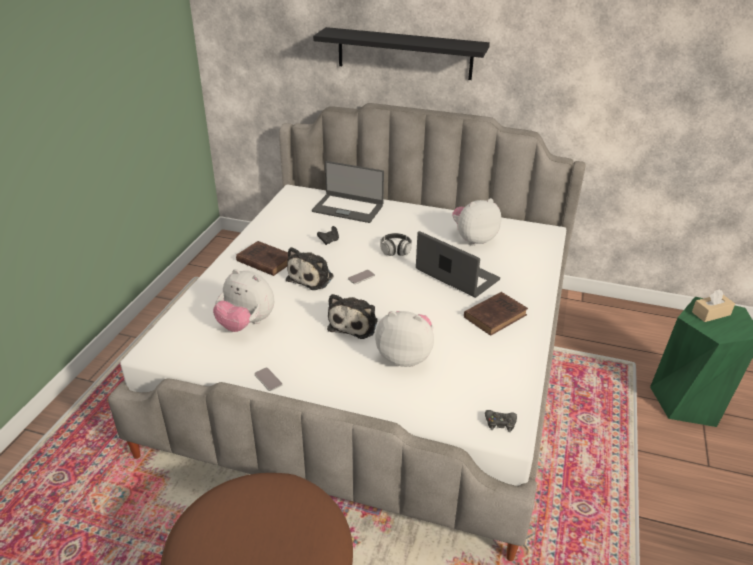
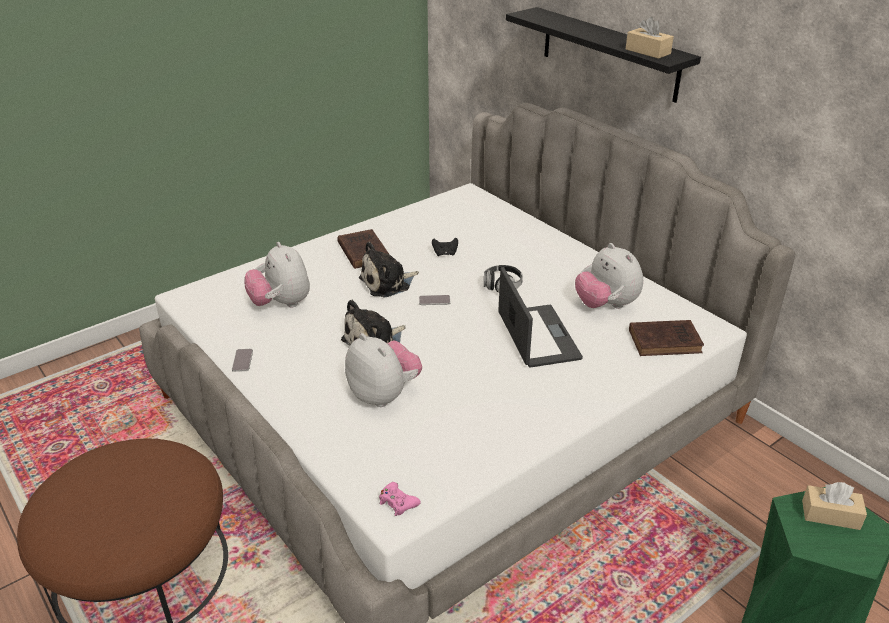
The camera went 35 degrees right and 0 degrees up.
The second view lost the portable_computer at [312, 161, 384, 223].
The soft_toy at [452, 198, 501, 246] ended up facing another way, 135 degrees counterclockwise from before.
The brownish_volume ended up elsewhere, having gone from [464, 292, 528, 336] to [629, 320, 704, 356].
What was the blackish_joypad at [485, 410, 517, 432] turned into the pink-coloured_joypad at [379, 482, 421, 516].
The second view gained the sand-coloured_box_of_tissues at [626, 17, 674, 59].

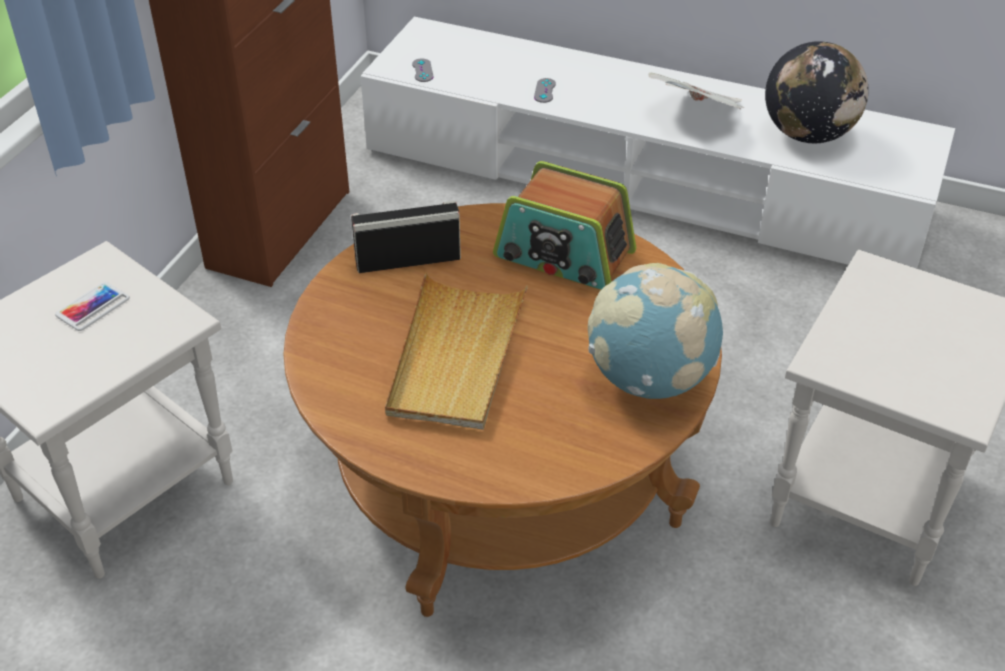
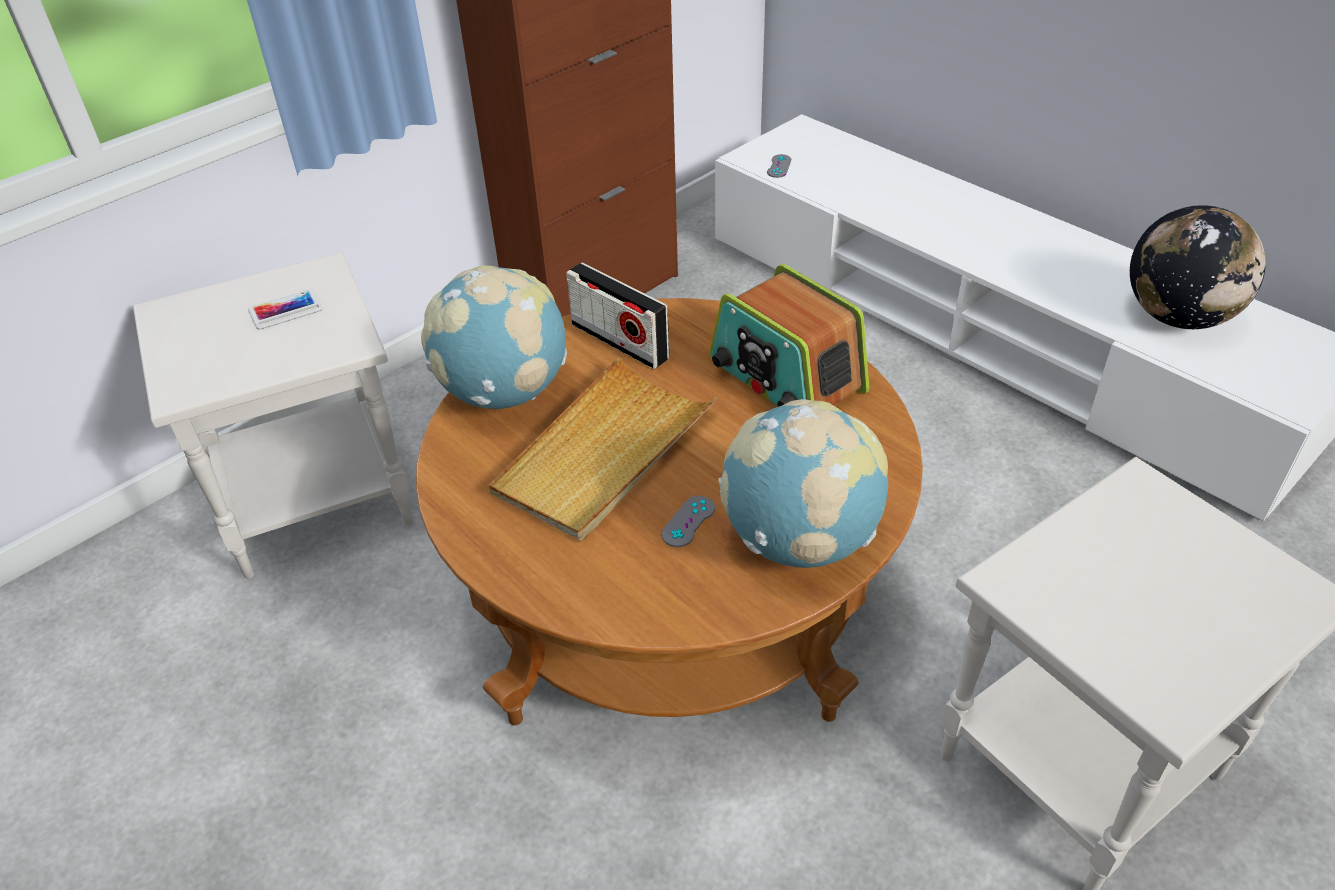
The camera went 25 degrees right and 0 degrees up.
The second view lost the daily_paper at [648, 73, 744, 109].
The greyish_joypad ended up elsewhere, having gone from [534, 78, 556, 103] to [661, 496, 715, 547].
The radio at [351, 201, 461, 273] ended up facing another way, 150 degrees counterclockwise from before.
The second view gained the globe at [421, 265, 567, 409].

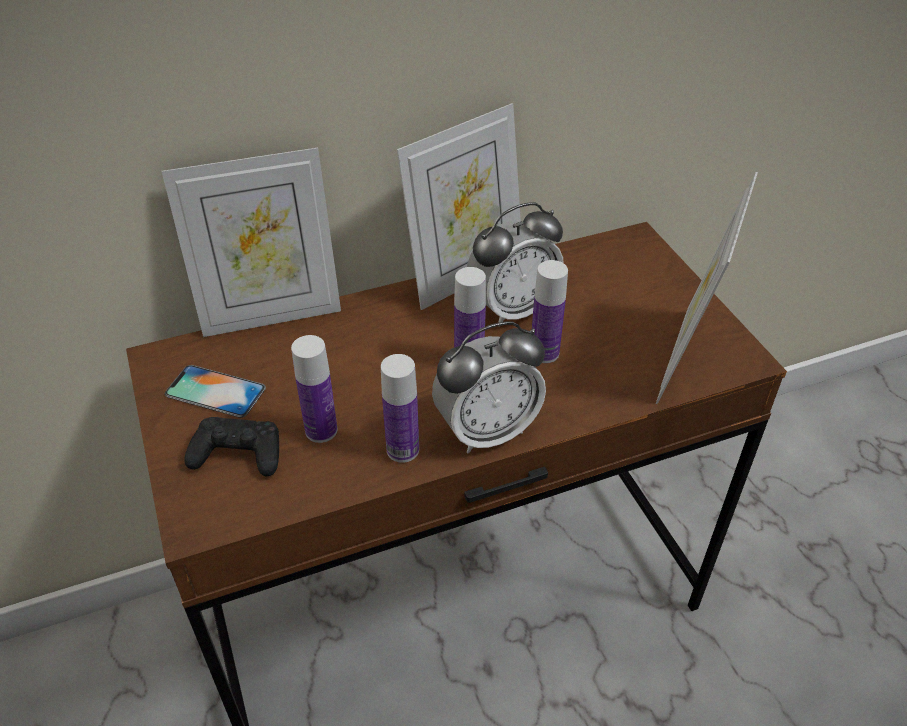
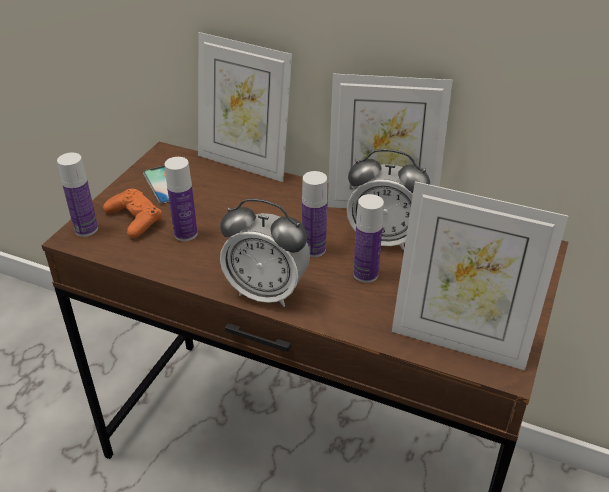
The camera went 45 degrees right and 5 degrees down.
The standing_frame at [656, 172, 758, 404] ended up facing another way, 135 degrees counterclockwise from before.
The drink_bottle ended up elsewhere, having gone from [381, 354, 419, 463] to [57, 153, 98, 237].
What was the blackish_joypad at [184, 417, 279, 476] turned into the orange-coloured_joypad at [103, 189, 162, 238].

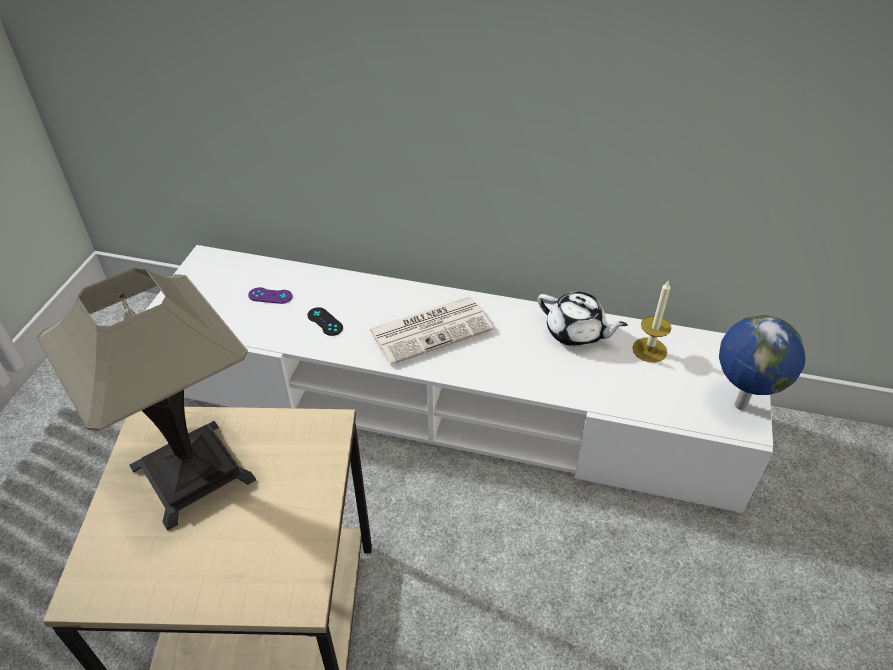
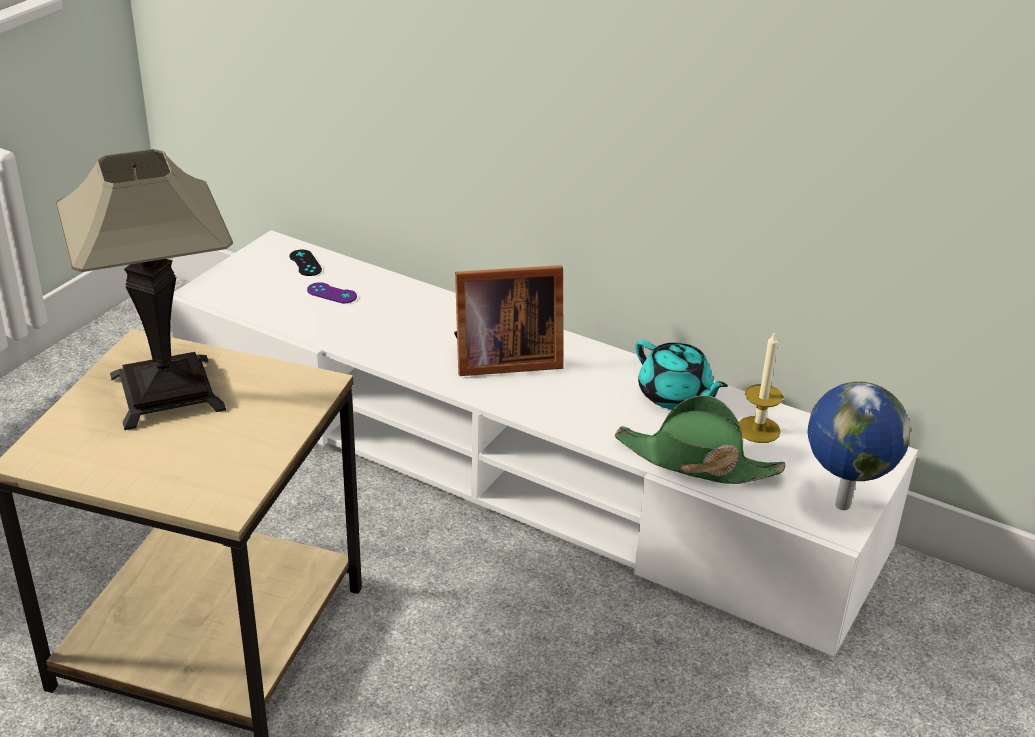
The camera went 15 degrees right and 10 degrees down.
What was the whitish_tea_pot at [538, 292, 628, 347] turned into the turquoise_tea_pot at [635, 340, 728, 410].
Where the daily_paper stood at [369, 297, 493, 365], the standing_frame came to stand at [454, 265, 564, 376].
The blackish_joypad ended up elsewhere, having gone from [307, 307, 343, 336] to [290, 250, 322, 276].
The second view gained the greenish_clothing_hat at [614, 395, 786, 484].

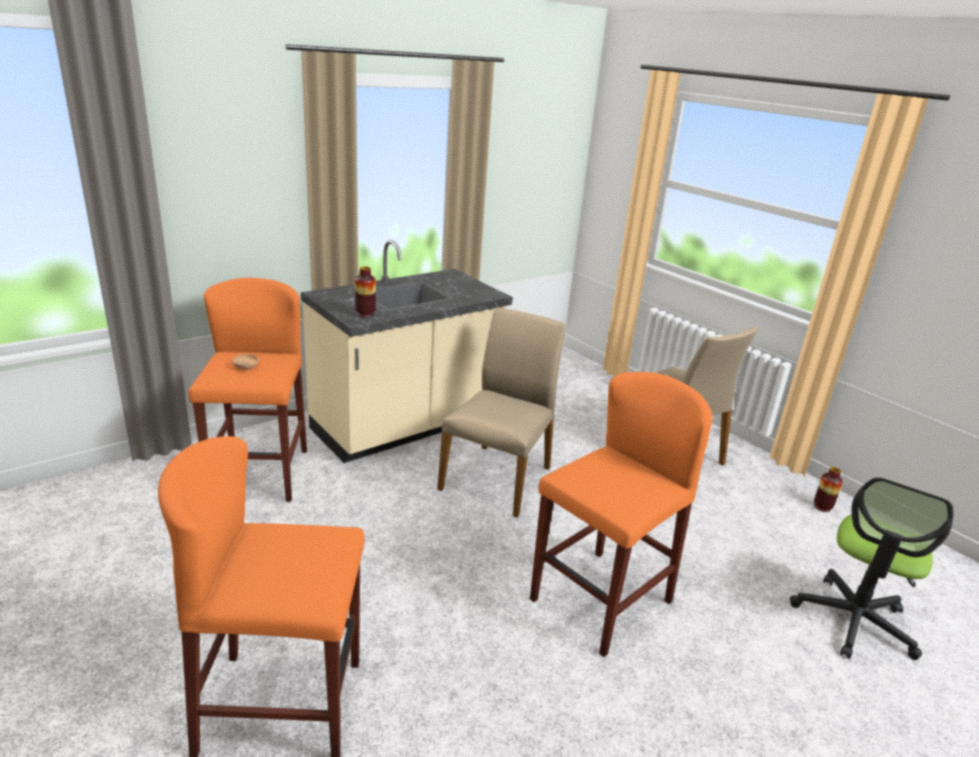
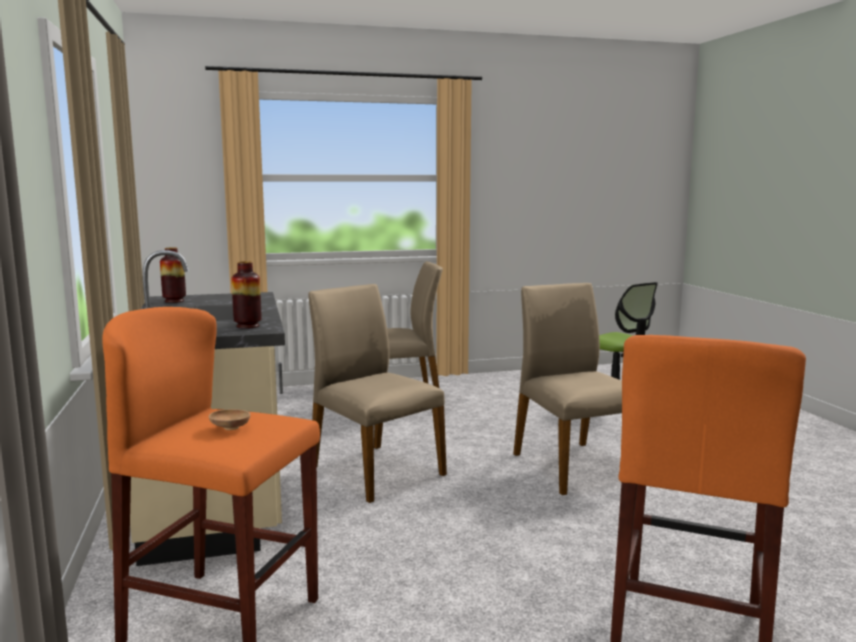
The camera went 65 degrees left and 15 degrees down.
Where the orange-coloured_stool stood at [530, 372, 713, 657], the sand-coloured_upright_chair came to stand at [513, 283, 622, 495].
The vase ended up elsewhere, having gone from [814, 467, 843, 512] to [160, 247, 186, 303].

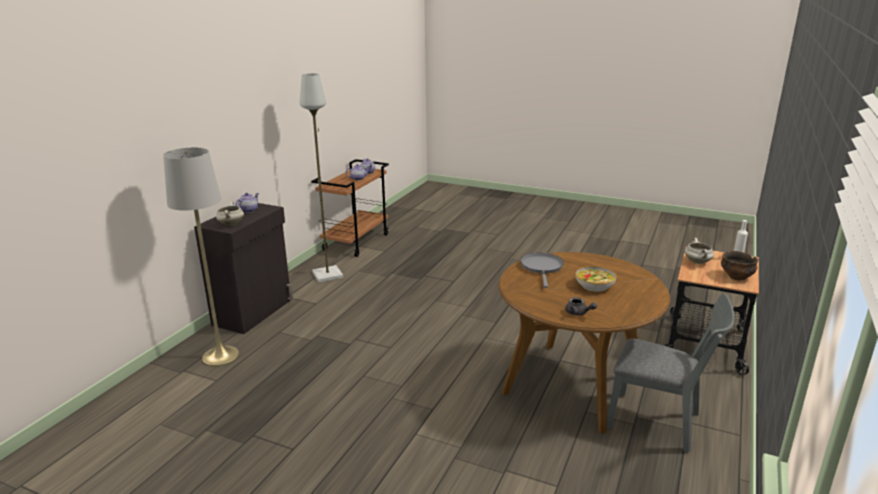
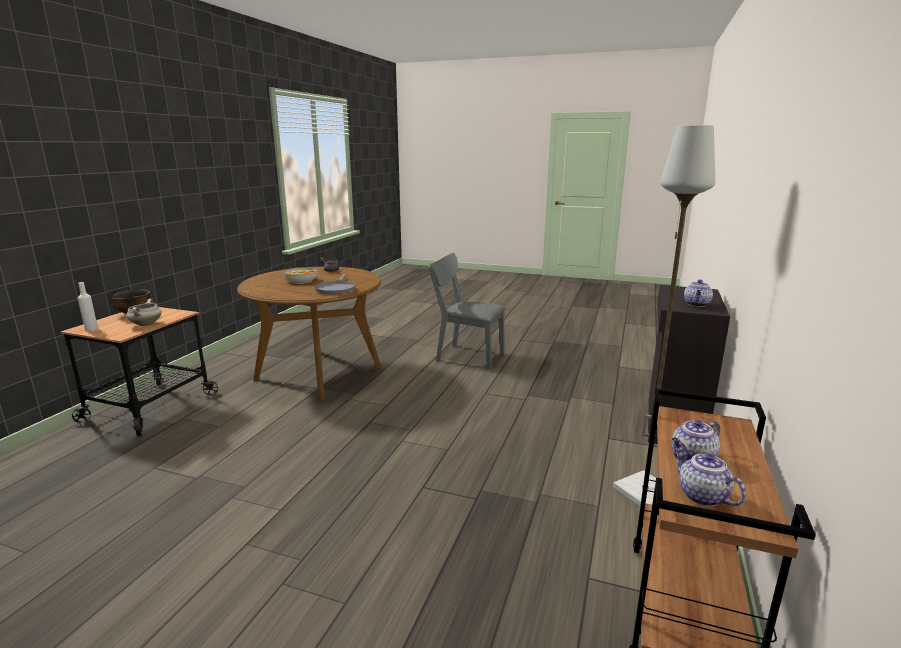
The camera went 175 degrees right and 5 degrees down.
The second view lost the greyish_standard_lamp at [163, 147, 240, 367].
The second view lost the whitish_stockpot at [216, 201, 244, 226].
The greyish_upright_chair ended up elsewhere, having gone from [607, 293, 735, 453] to [429, 253, 506, 369].

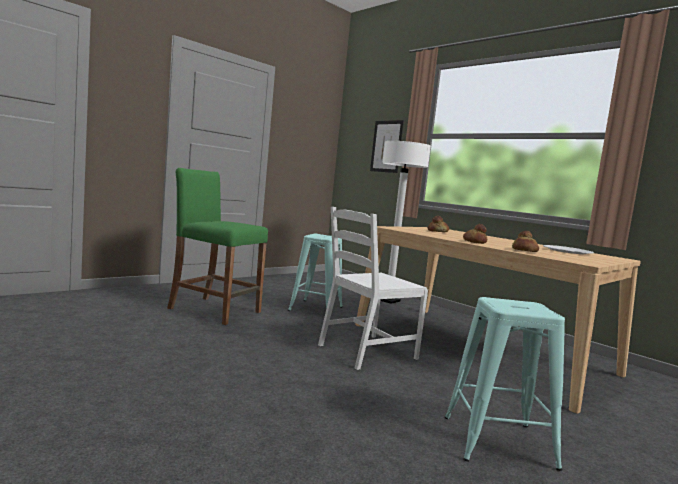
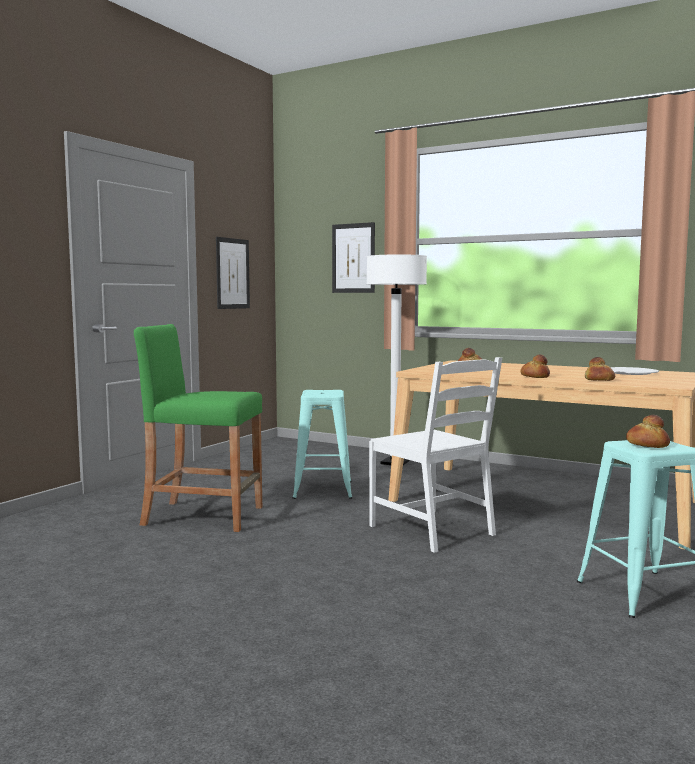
The camera went 15 degrees left and 0 degrees up.
The whitish_upright_chair at [318, 207, 428, 370] ended up facing another way, 75 degrees counterclockwise from before.
The second view gained the wall_art at [216, 237, 250, 309].
The second view gained the bakery_bread at [626, 415, 670, 448].

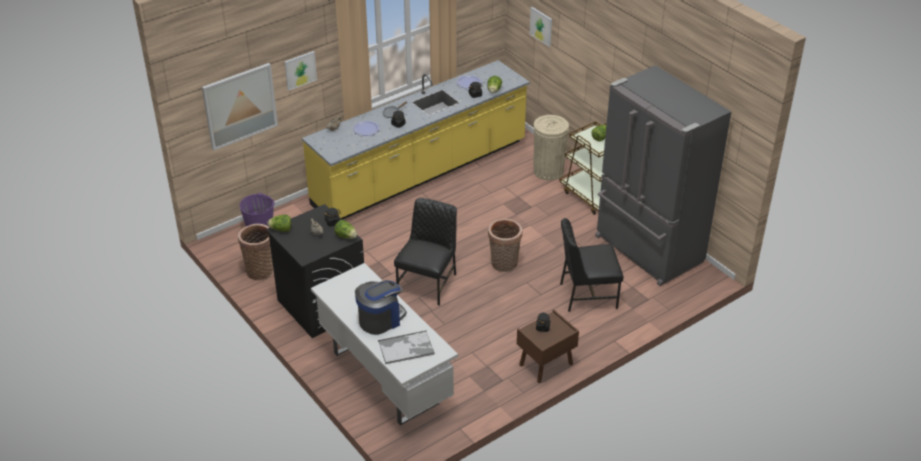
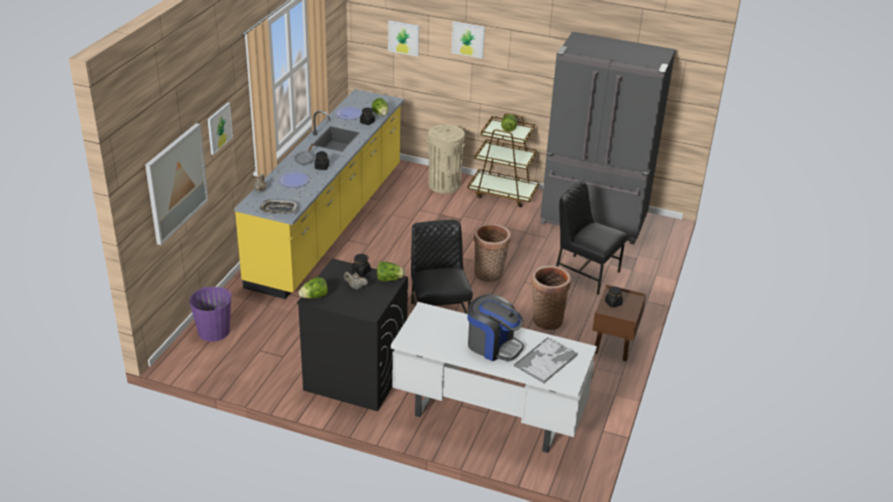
The camera went 35 degrees left and 5 degrees down.
The blackish_upright_chair at [560, 218, 623, 312] ended up facing another way, 75 degrees clockwise from before.
The basket ended up elsewhere, having gone from [238, 224, 273, 281] to [532, 266, 571, 330].
The coffee_maker at [355, 280, 407, 335] ended up facing another way, 105 degrees clockwise from before.
The second view gained the wall_art at [451, 21, 485, 59].
The second view gained the carrying_tray at [259, 199, 298, 214].

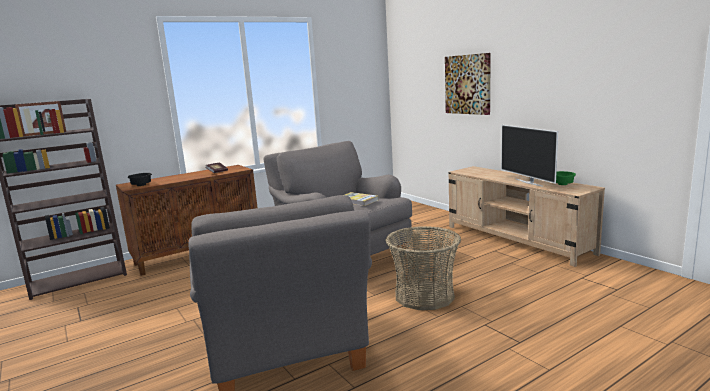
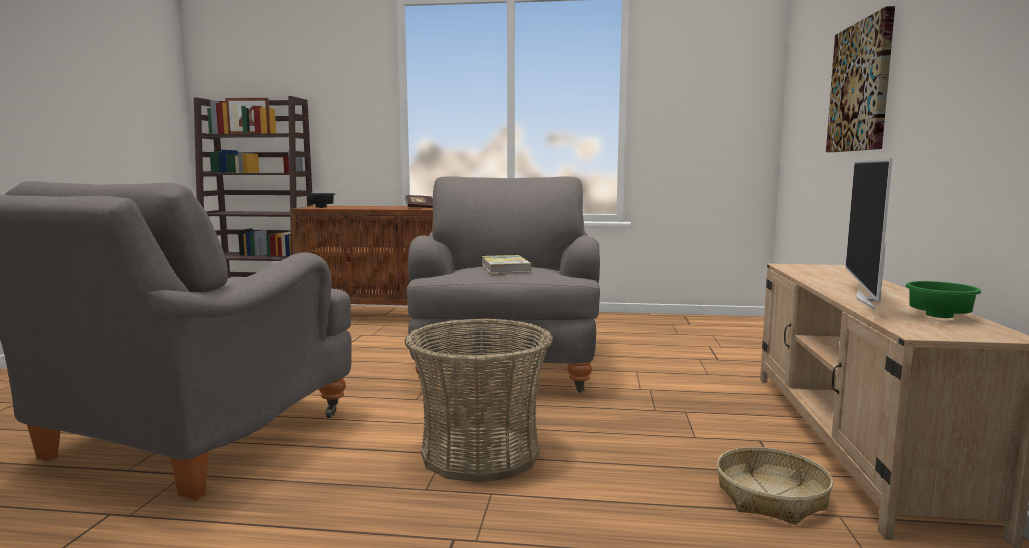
The camera went 40 degrees right and 5 degrees down.
The second view gained the basket at [717, 447, 833, 525].

